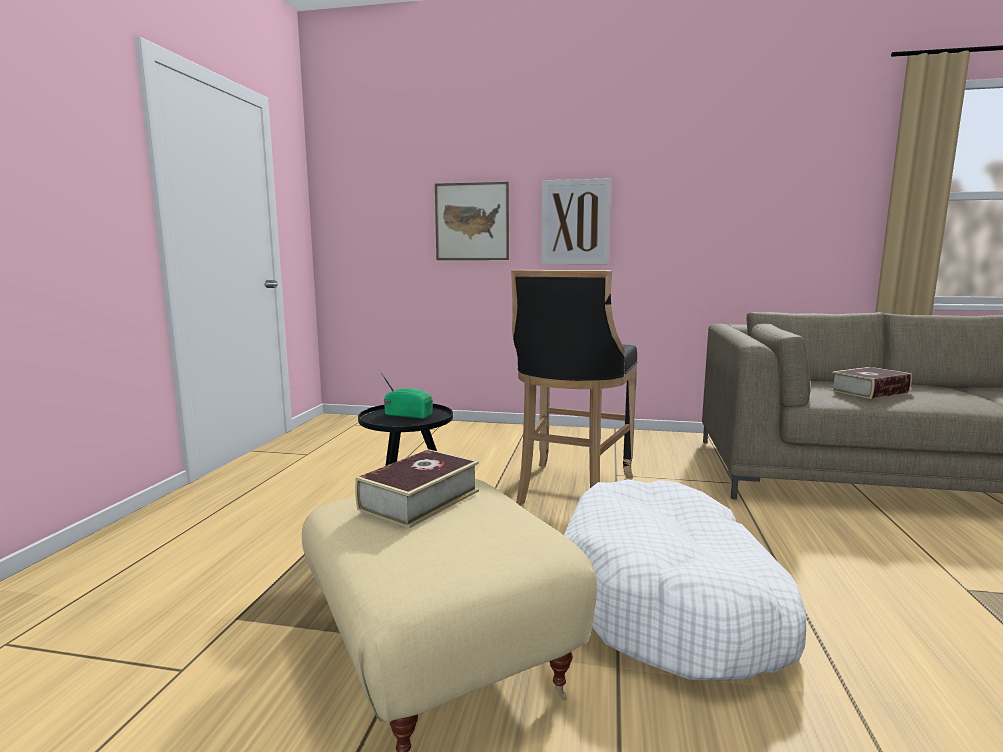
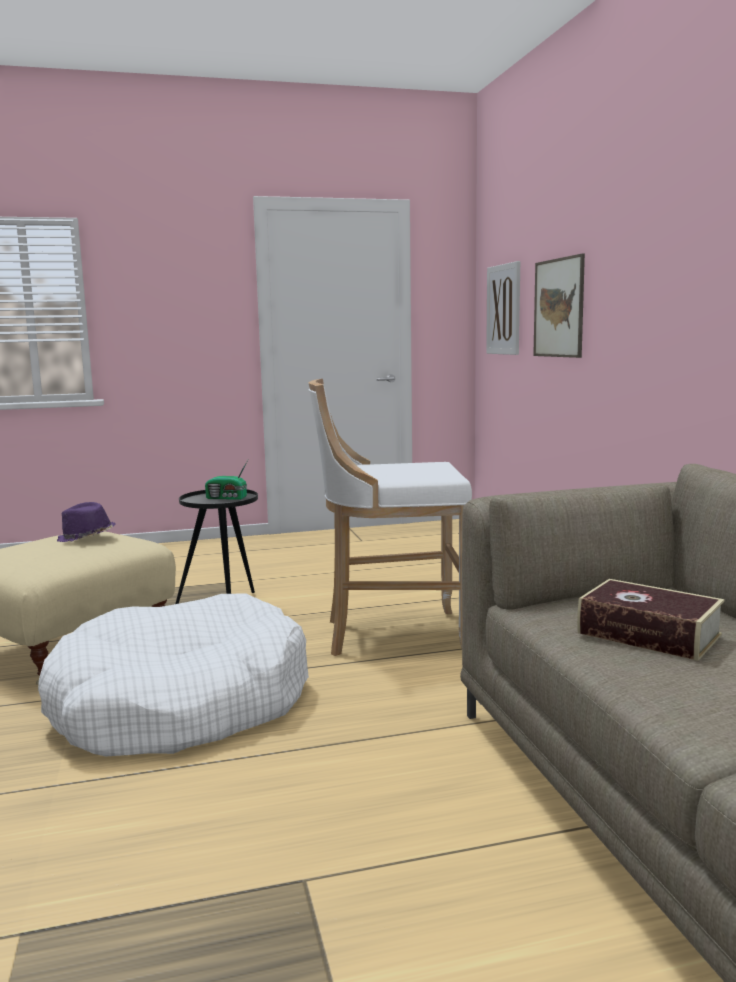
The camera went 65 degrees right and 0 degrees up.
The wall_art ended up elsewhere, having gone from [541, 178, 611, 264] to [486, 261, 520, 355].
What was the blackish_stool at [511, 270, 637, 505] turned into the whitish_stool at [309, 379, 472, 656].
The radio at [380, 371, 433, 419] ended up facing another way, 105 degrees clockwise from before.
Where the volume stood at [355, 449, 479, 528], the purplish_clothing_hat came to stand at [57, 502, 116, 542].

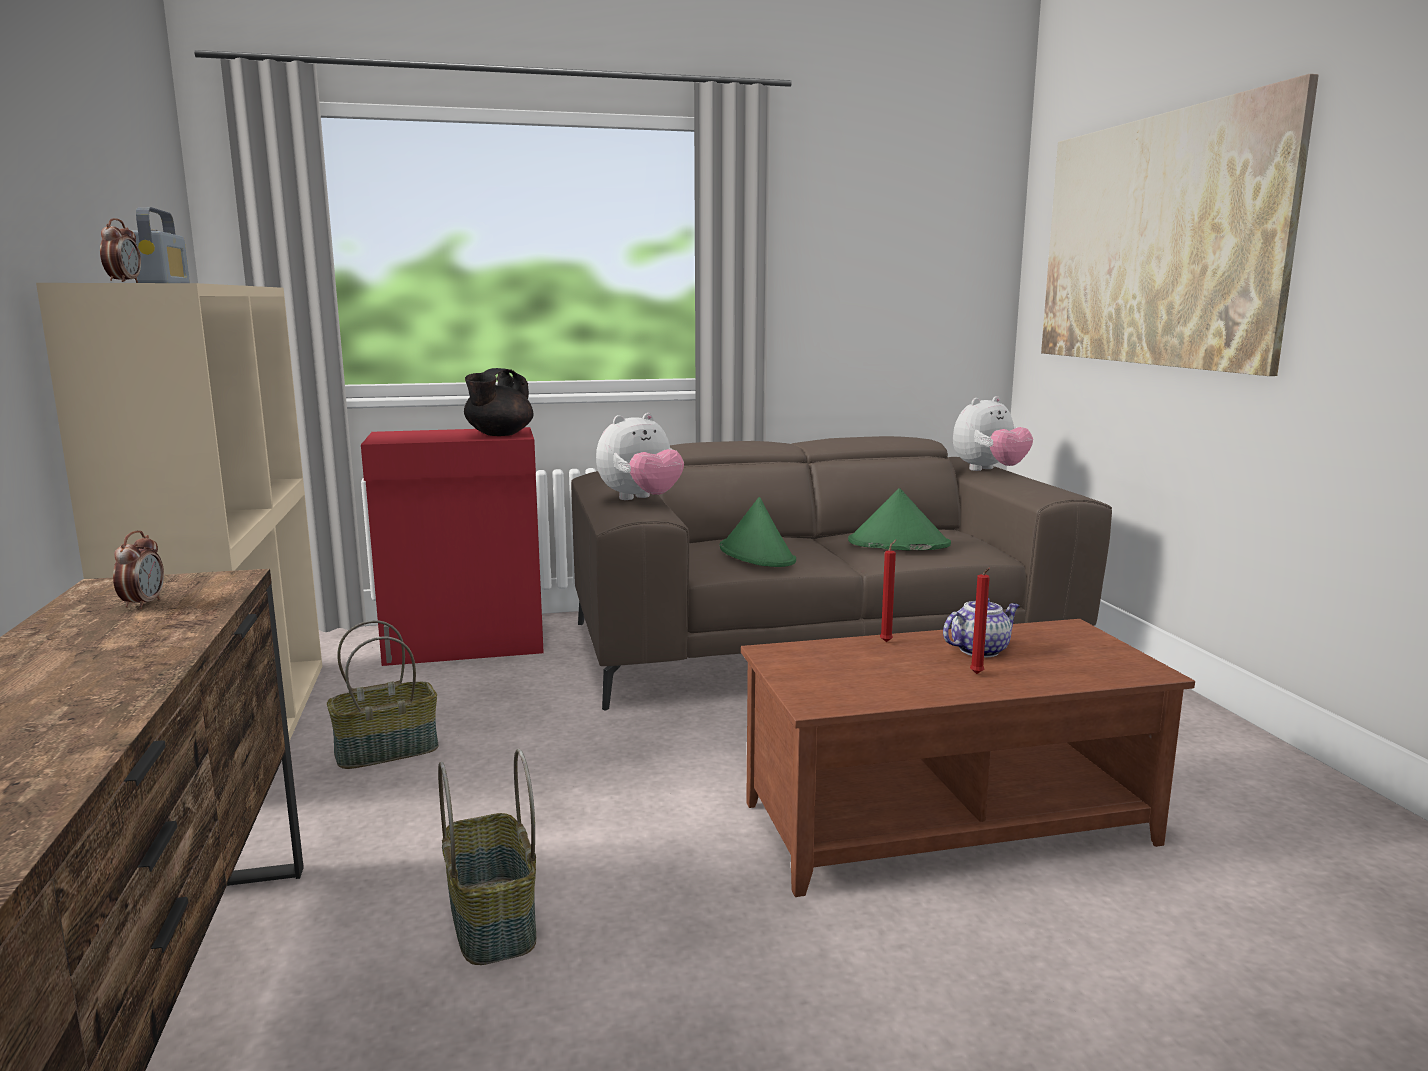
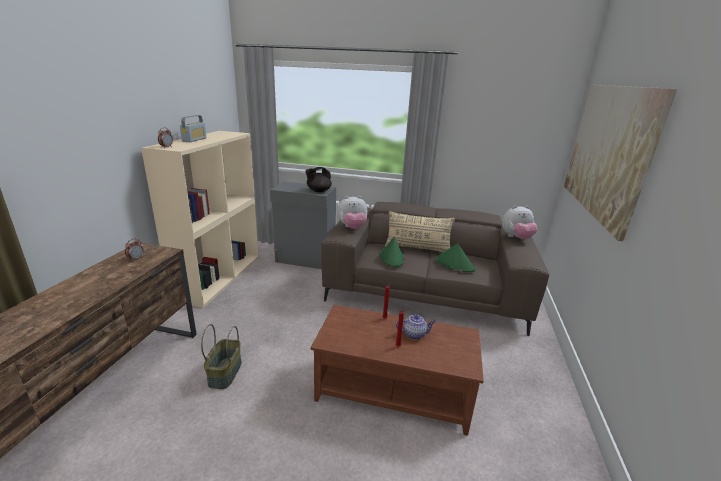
The camera went 25 degrees right and 10 degrees up.
What was the red-coloured_cabinet at [361, 427, 544, 666] turned into the greyish_cabinet at [270, 182, 336, 269].
The second view lost the basket at [327, 620, 439, 769].
The second view gained the sand-coloured_throw_pillow at [385, 211, 455, 253].

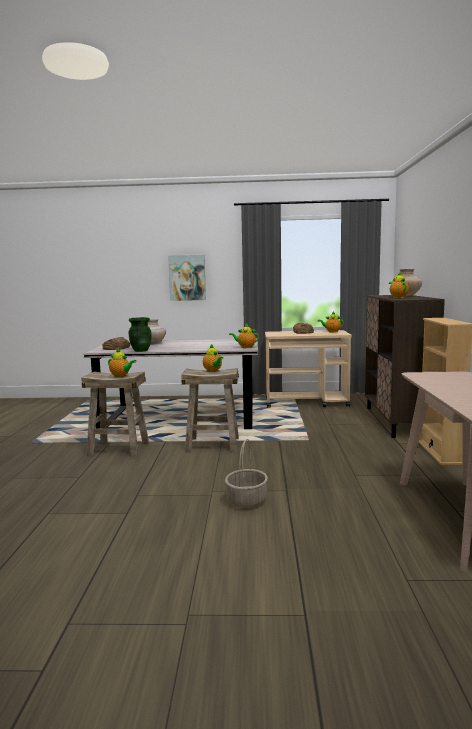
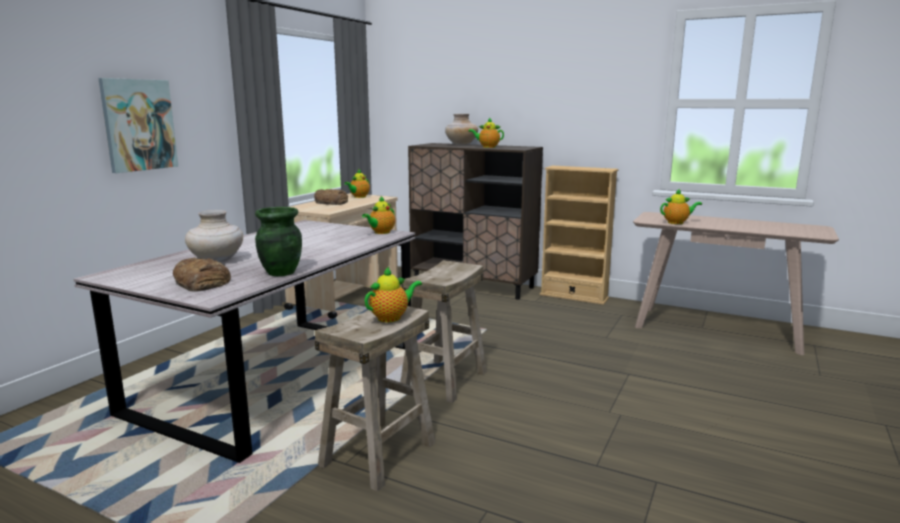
The camera went 65 degrees left and 5 degrees up.
The tea_pot ended up elsewhere, having gone from [203, 344, 223, 372] to [660, 189, 702, 224].
The second view lost the basket at [225, 439, 268, 508].

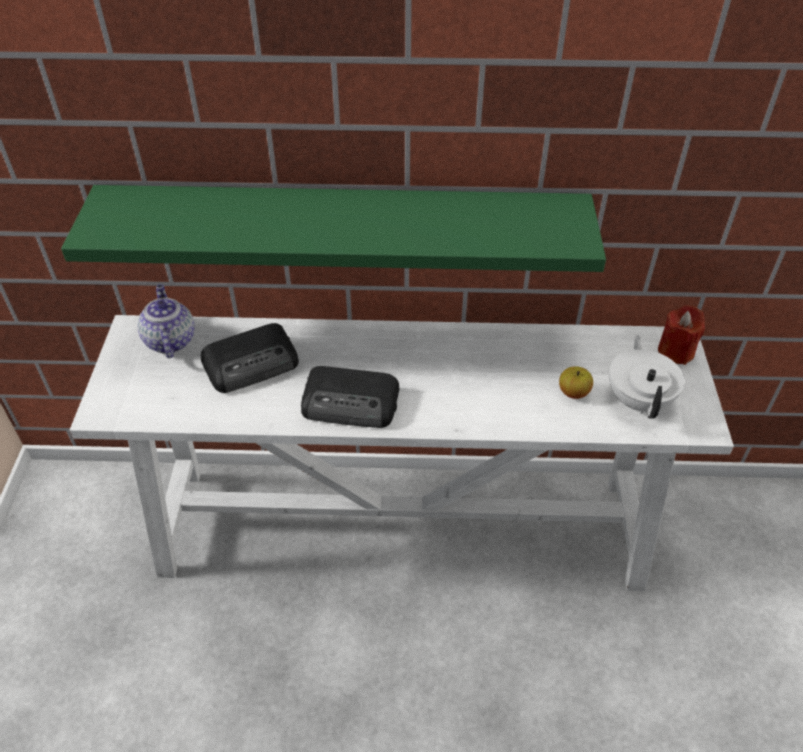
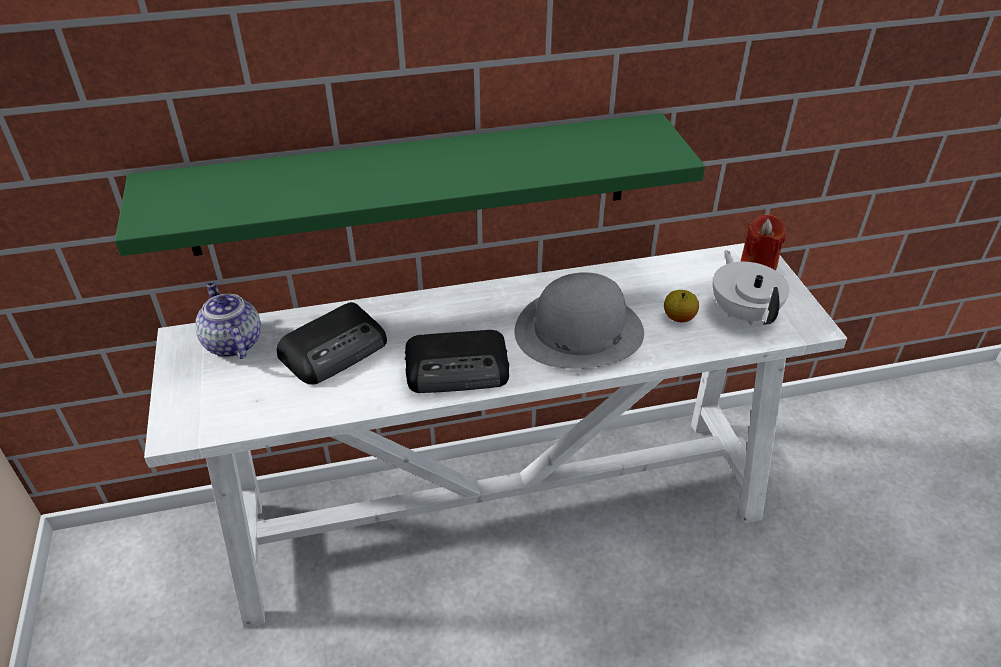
The camera went 15 degrees left and 5 degrees down.
The second view gained the greyish_clothing_hat at [515, 272, 644, 369].

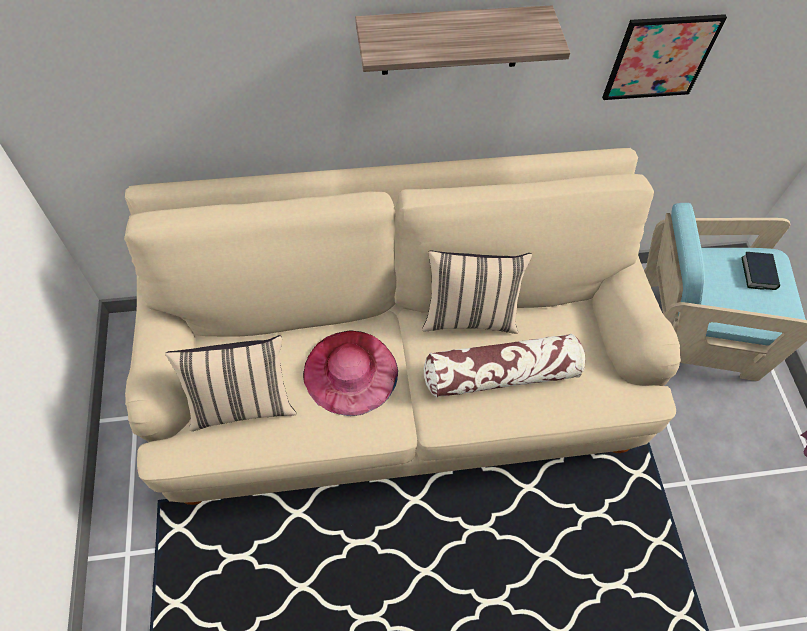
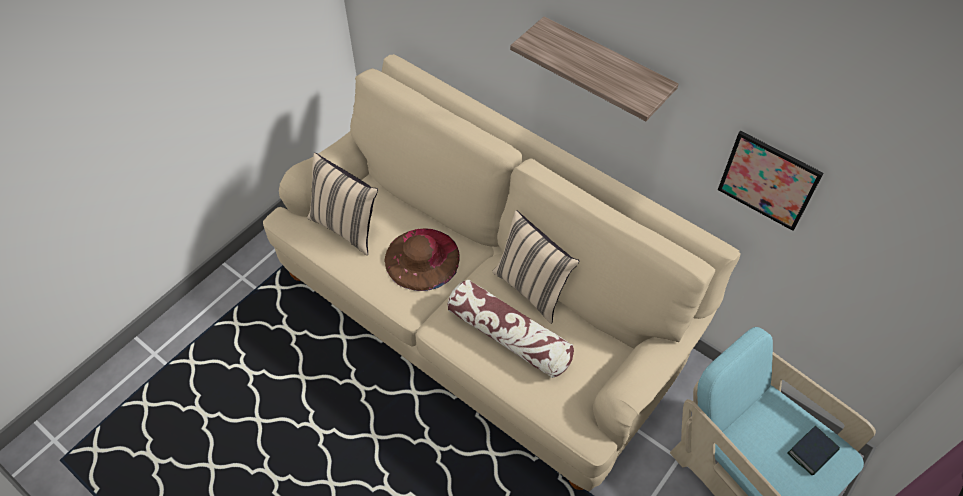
The camera went 50 degrees right and 5 degrees down.
What was the pink-coloured_clothing_hat at [303, 331, 398, 416] turned into the brownish_clothing_hat at [384, 228, 460, 291].

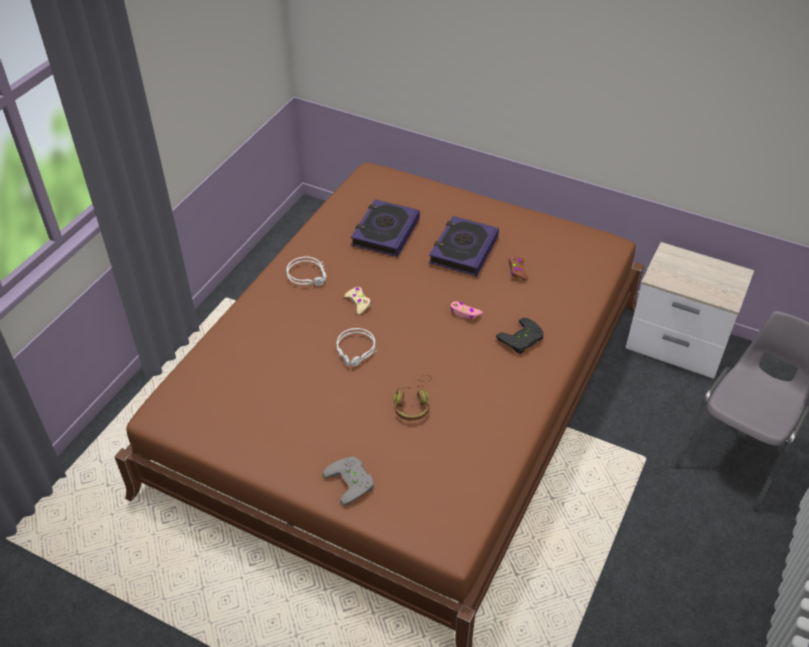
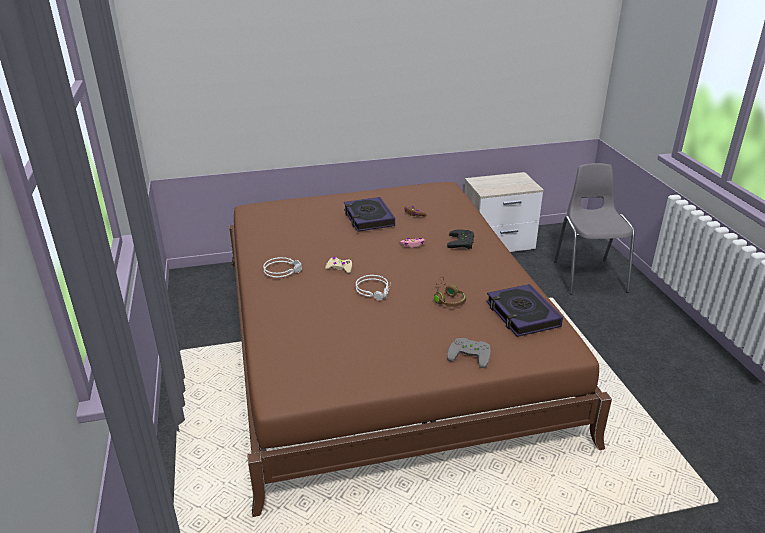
The camera went 40 degrees left and 15 degrees down.
The volume ended up elsewhere, having gone from [351, 199, 420, 257] to [486, 284, 563, 337].

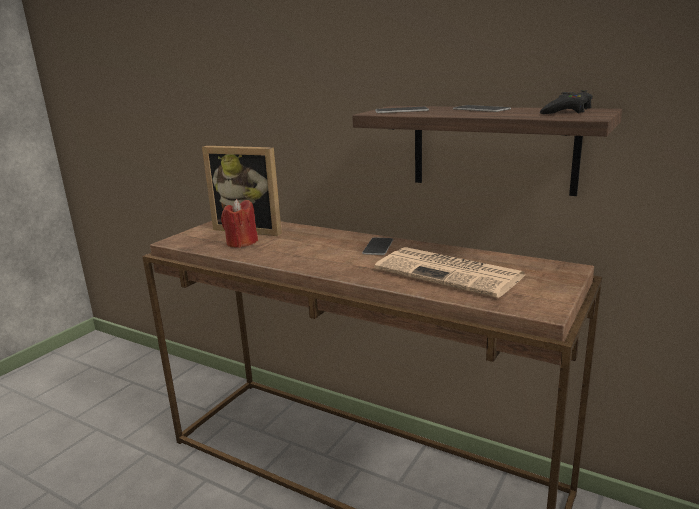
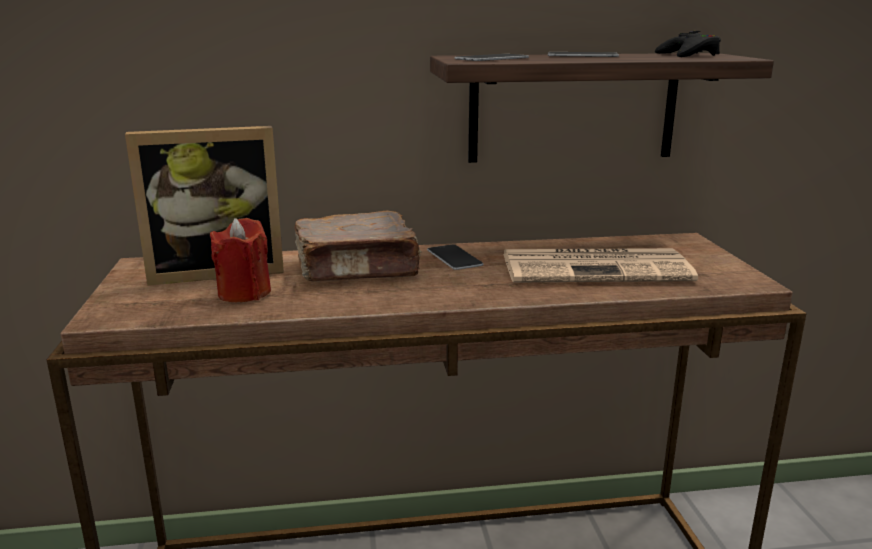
The camera went 40 degrees left and 0 degrees up.
The second view gained the brownish_volume at [295, 210, 422, 281].

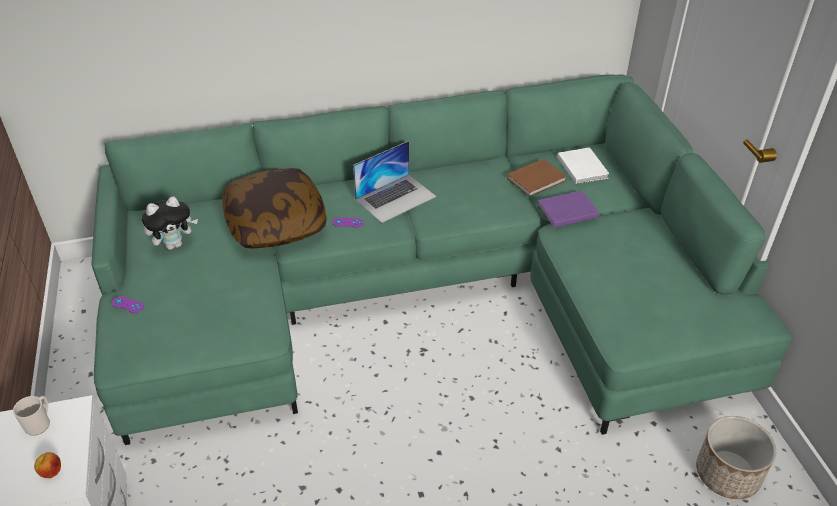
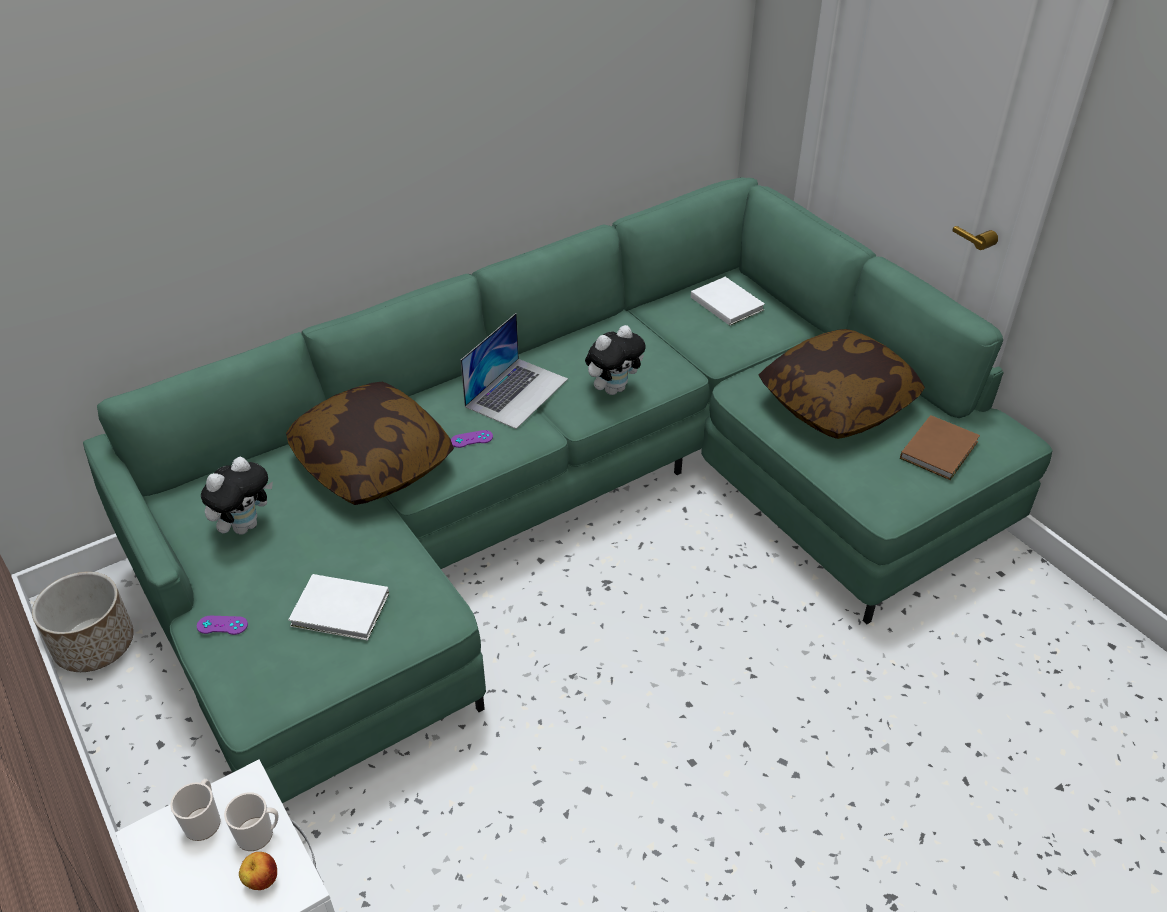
The camera went 20 degrees left and 0 degrees up.
The brownish_volume ended up elsewhere, having gone from [507, 159, 567, 197] to [900, 415, 980, 480].
The second view lost the purplish_volume at [538, 191, 599, 228].
The plant_pot ended up elsewhere, having gone from [696, 416, 776, 499] to [32, 572, 134, 672].
The second view gained the soft_toy at [585, 325, 646, 395].
The second view gained the throw_pillow at [759, 329, 925, 439].
The second view gained the whitish_volume at [288, 574, 389, 641].
The second view gained the coffee_mug at [224, 792, 278, 851].

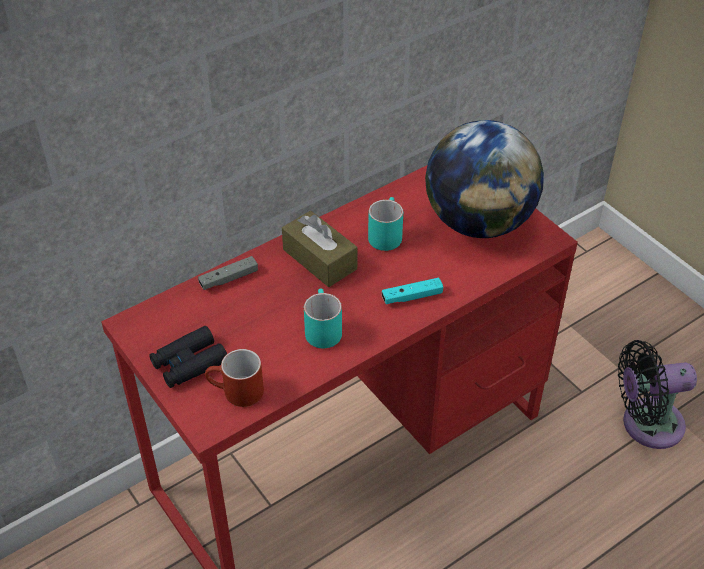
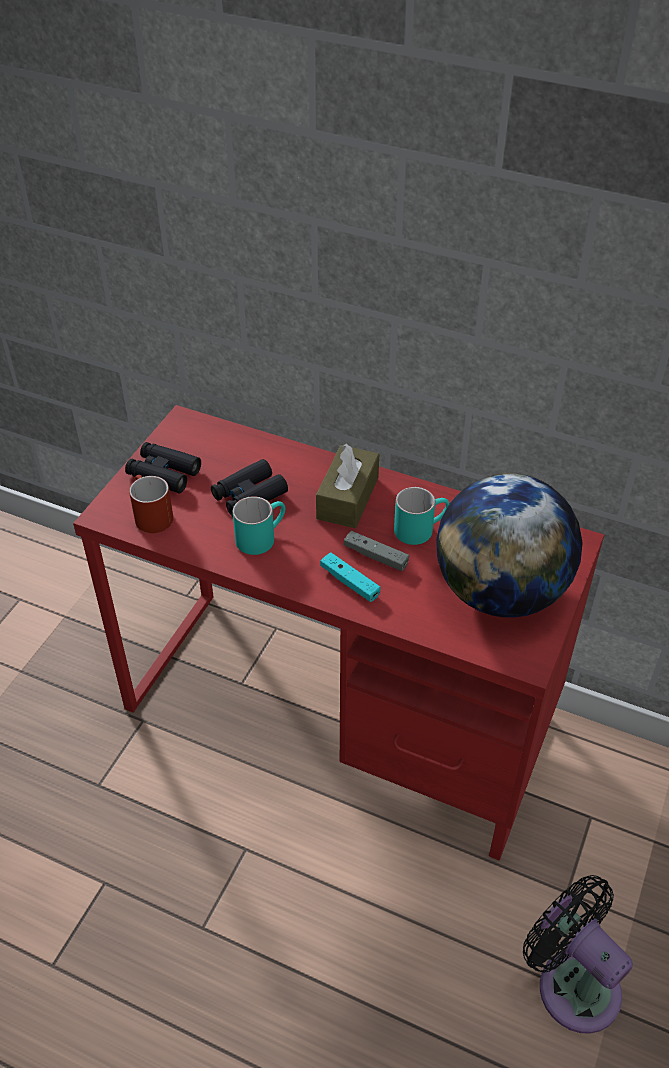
The camera went 60 degrees right and 0 degrees up.
The greyish_joypad ended up elsewhere, having gone from [198, 256, 258, 290] to [344, 531, 409, 571].
The second view gained the blackish_field_glasses at [211, 459, 288, 516].

